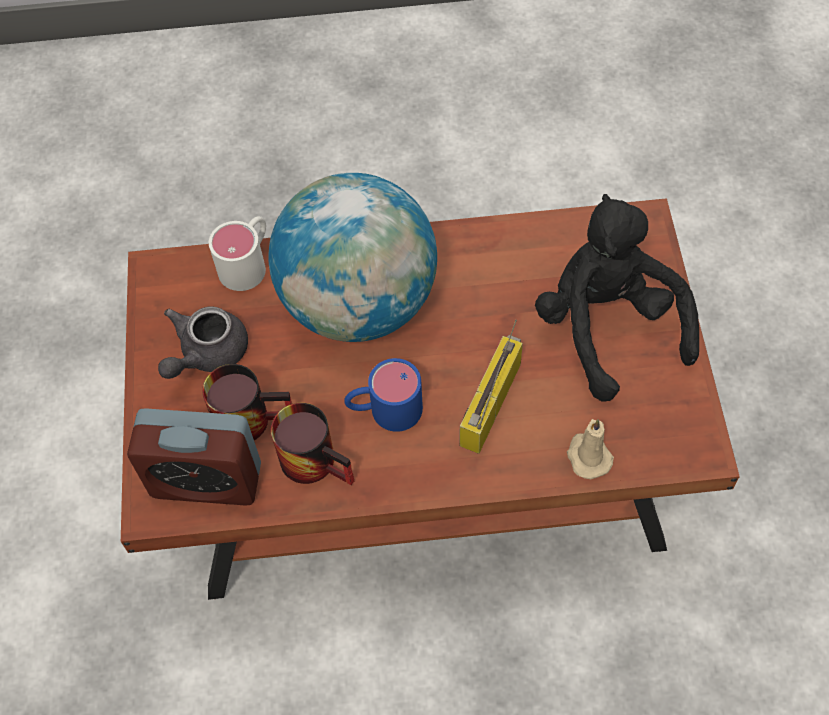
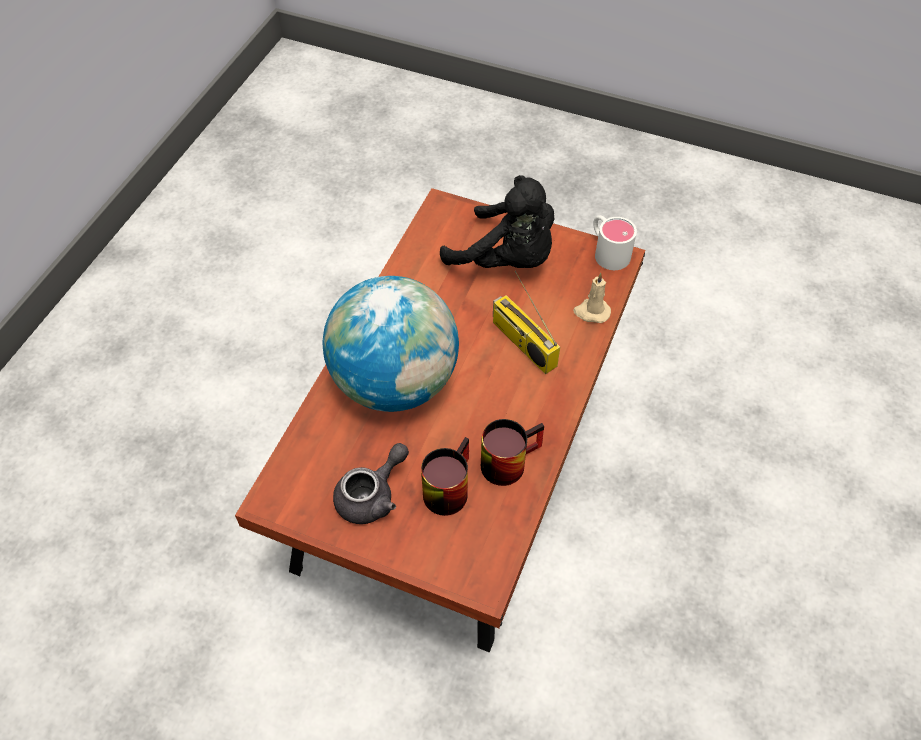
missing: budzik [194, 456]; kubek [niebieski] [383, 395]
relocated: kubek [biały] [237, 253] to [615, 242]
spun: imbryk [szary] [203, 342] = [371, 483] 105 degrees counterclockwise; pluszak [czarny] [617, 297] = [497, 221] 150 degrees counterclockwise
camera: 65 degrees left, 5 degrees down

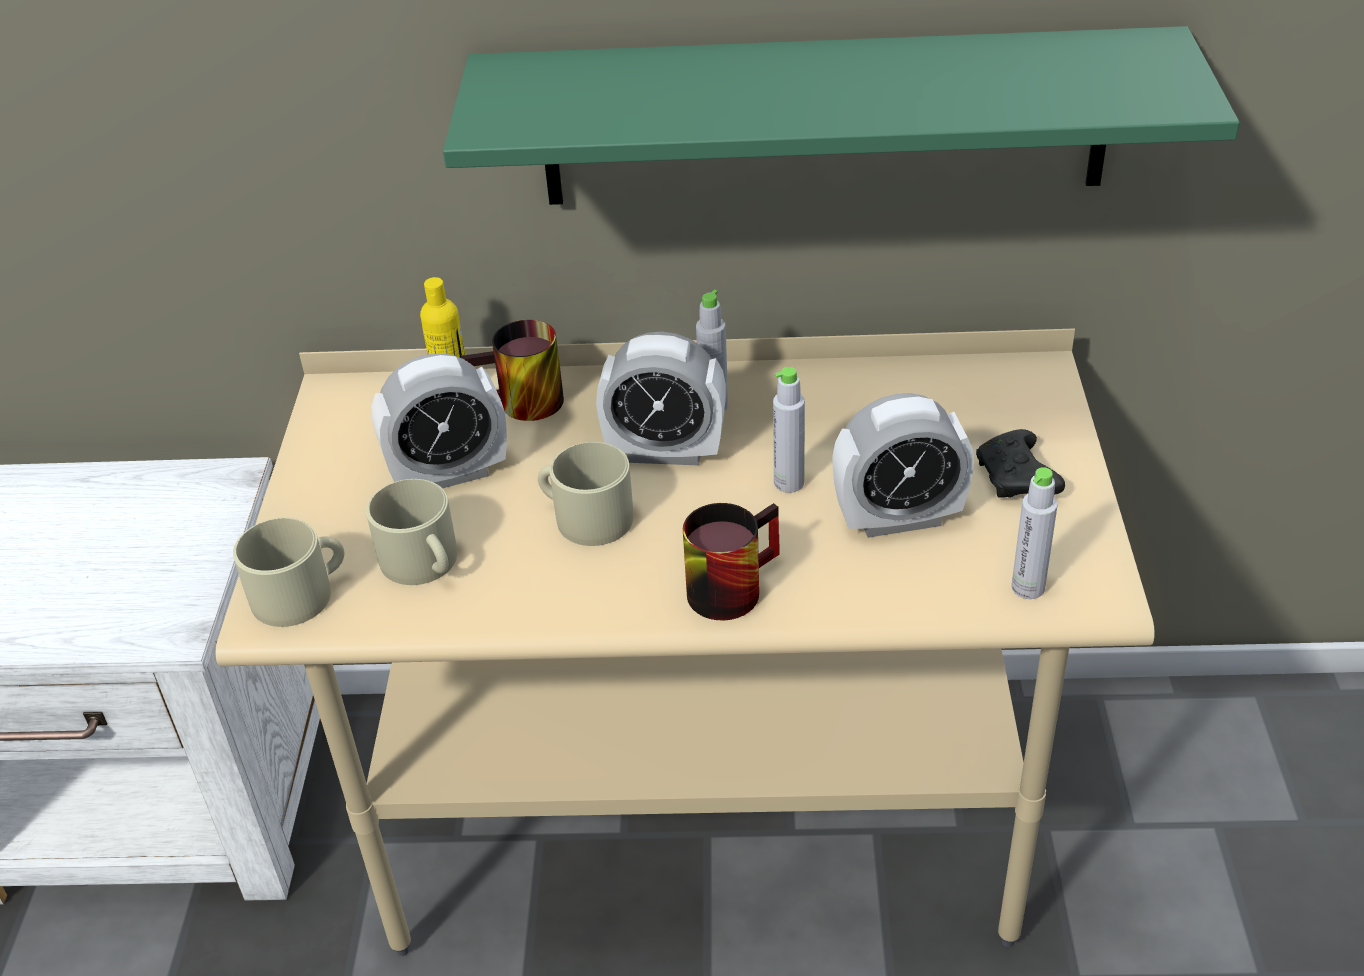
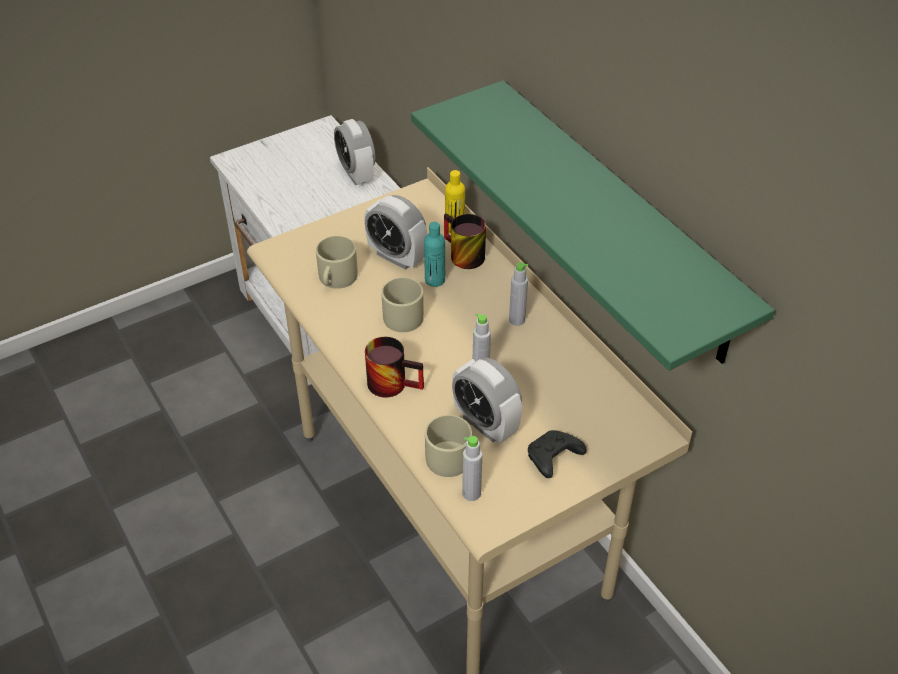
appeared: butelka [turkusowy] [434, 254]
relocated: kubek [beżowy] [288, 572] to [448, 446]; budzik [661, 398] to [354, 152]
camera: 55 degrees right, 5 degrees up

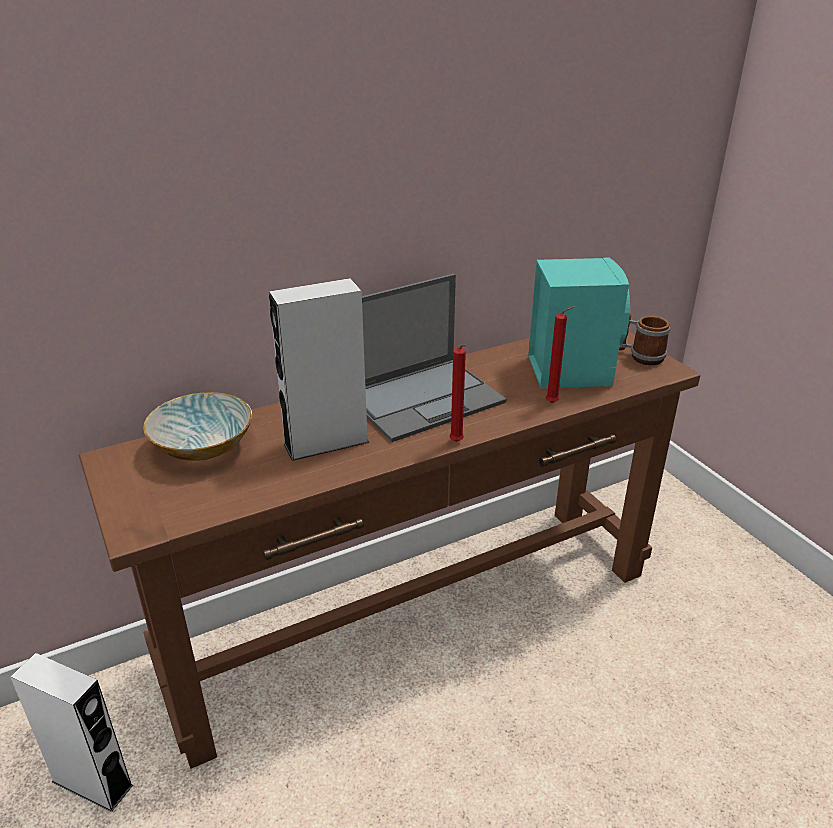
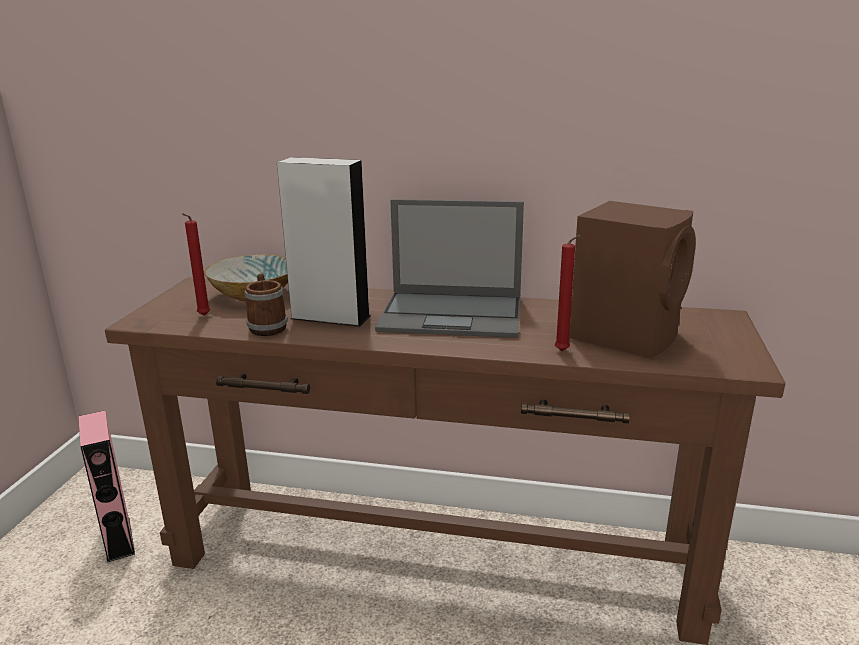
relocated: świeca [czerwony] [458, 393] to [196, 264]; kubek [644, 339] to [266, 304]
colour: głośnik [biały] [71, 732] to głośnik [różowy] [106, 487]; głośnik [turkusowy] [579, 323] to głośnik [brązowy] [632, 280]
camera: 40 degrees right, 10 degrees down

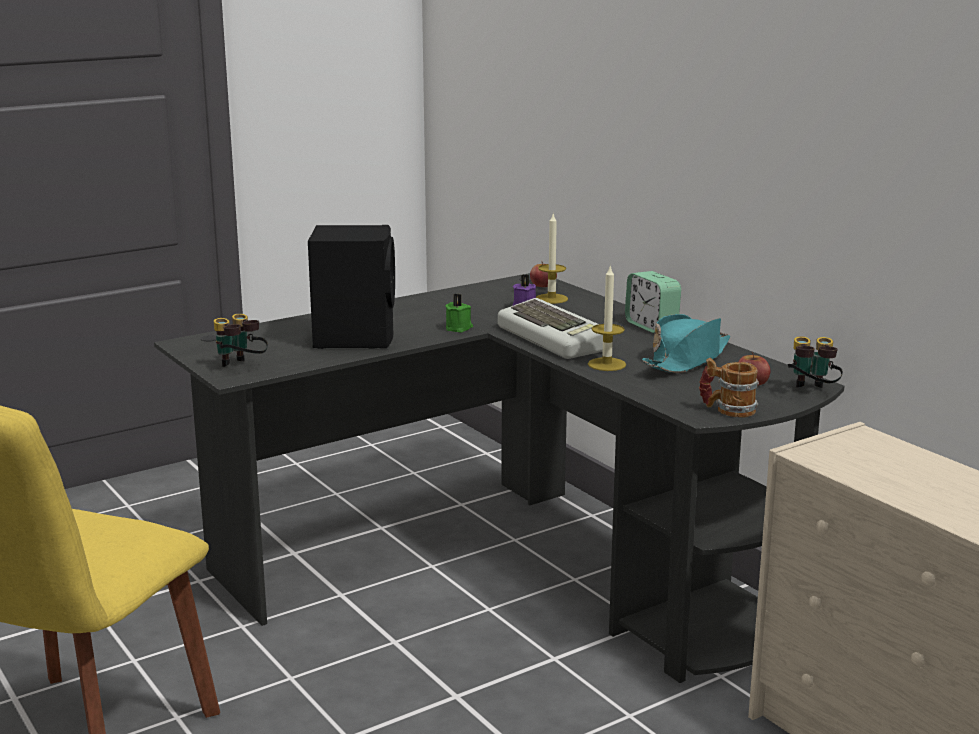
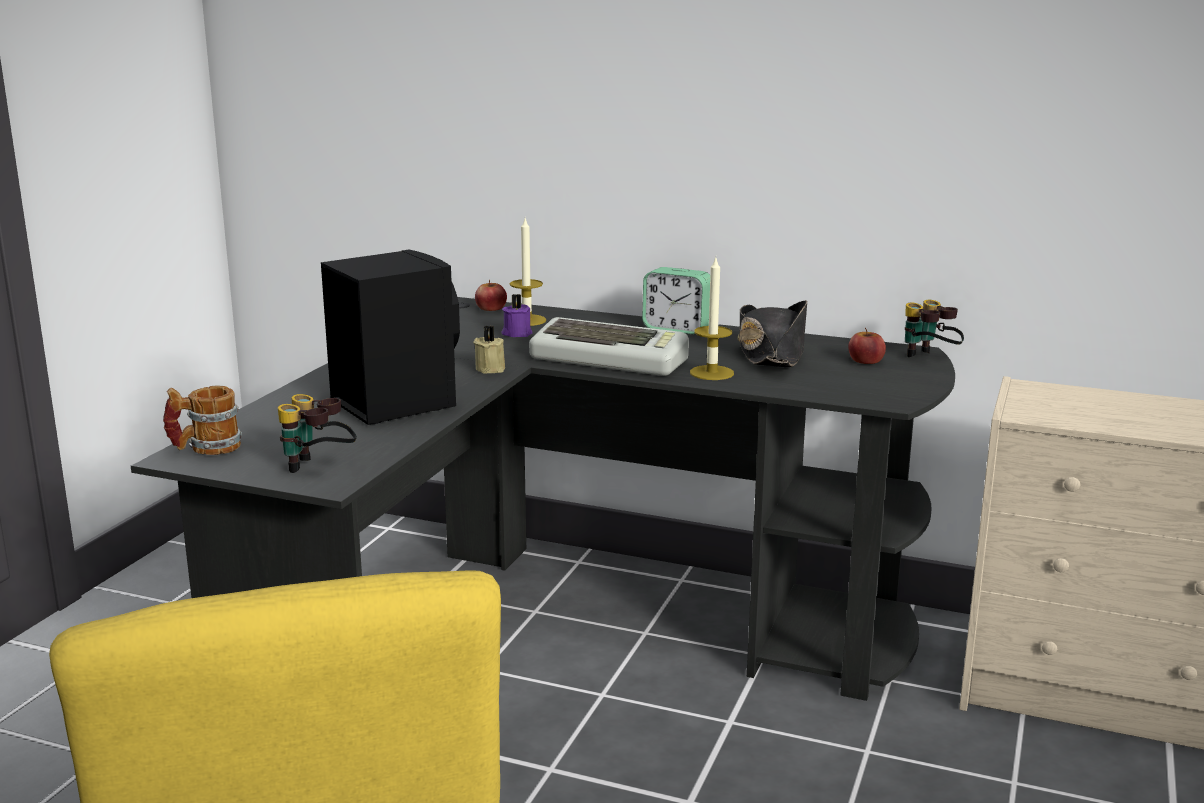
relocated: kubek [729, 388] to [202, 420]
colour: świeca [zielony] [459, 313] to świeca [beżowy] [489, 350]; kapelusz [turkusowy] [686, 343] to kapelusz [czarny] [772, 333]
camera: 35 degrees left, 0 degrees up

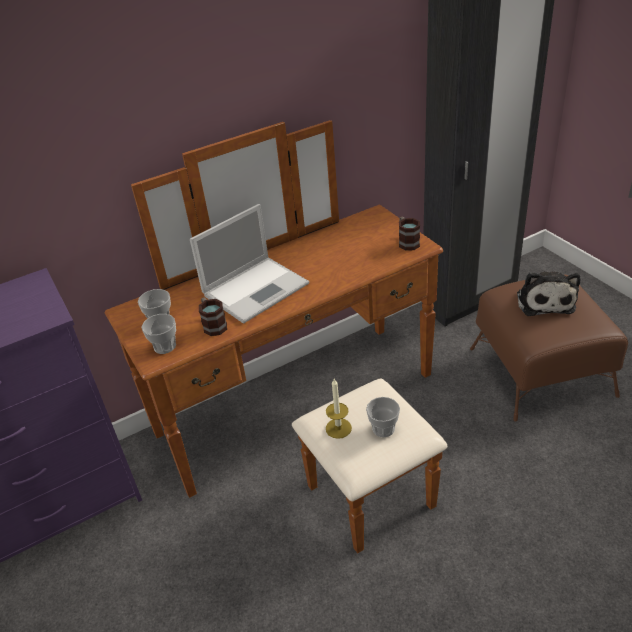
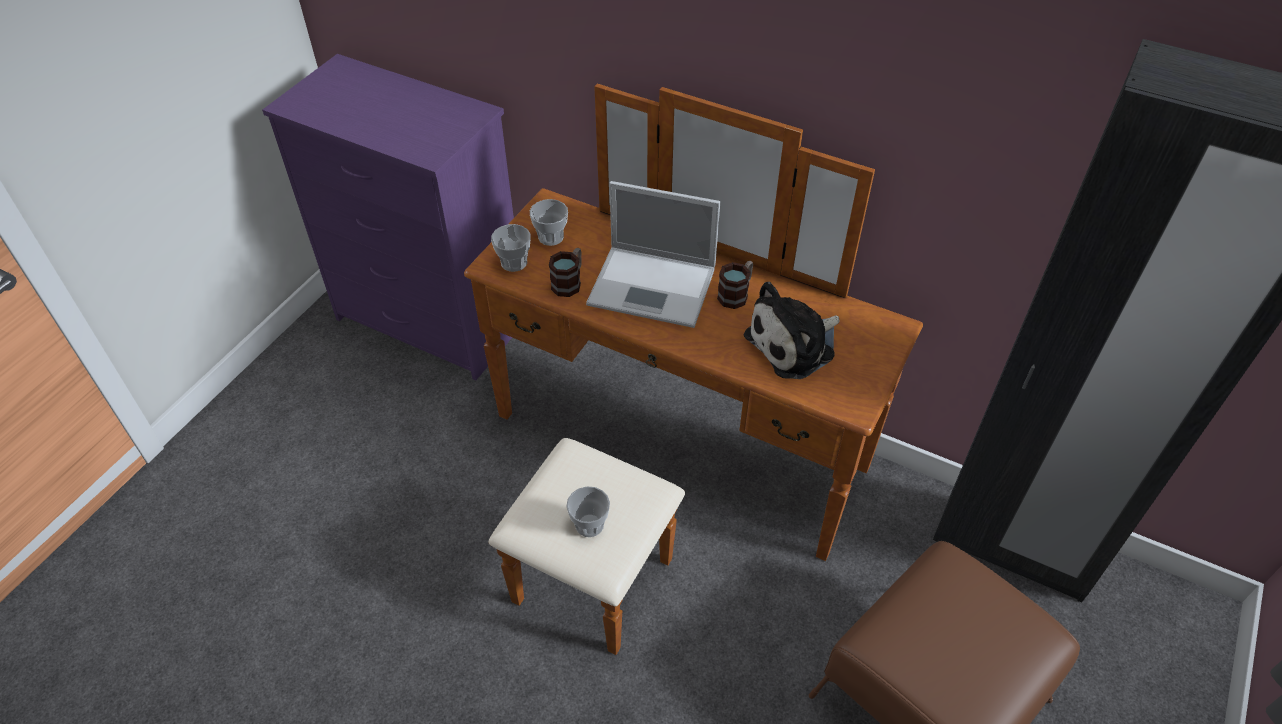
missing: świeca [339, 409]
relocated: kubek [409, 234] to [735, 285]; pluszak [548, 293] to [792, 330]
camera: 55 degrees right, 10 degrees up

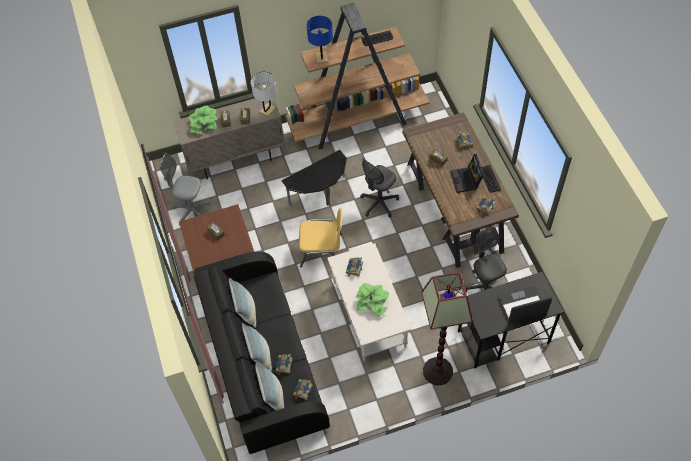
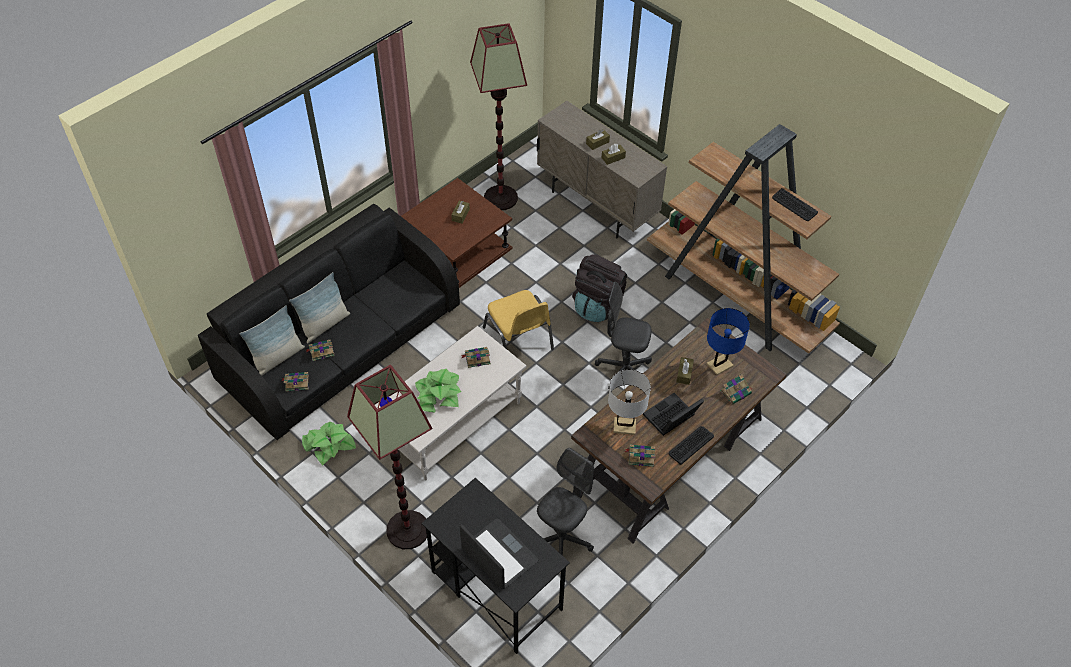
missing: poduszka [242, 302]
relocated: roślina doniczkowa [203, 120] to [329, 443]; lampa stołowa [biały] [264, 94] to [629, 402]; lampa stołowa [niebieski] [320, 39] to [728, 341]
exchanged: krzesło biurowe [szary] [185, 189] to lampa stojąca [498, 116]; stolik [314, 178] to plecak [czarny] [599, 288]
camera: 60 degrees right, 5 degrees down

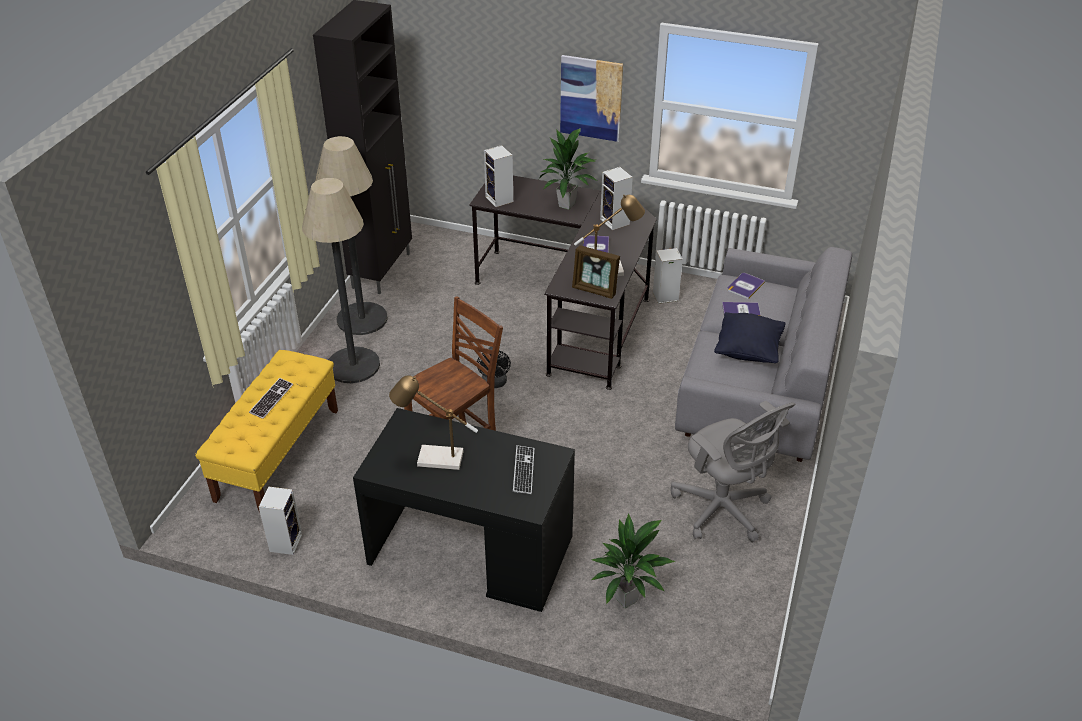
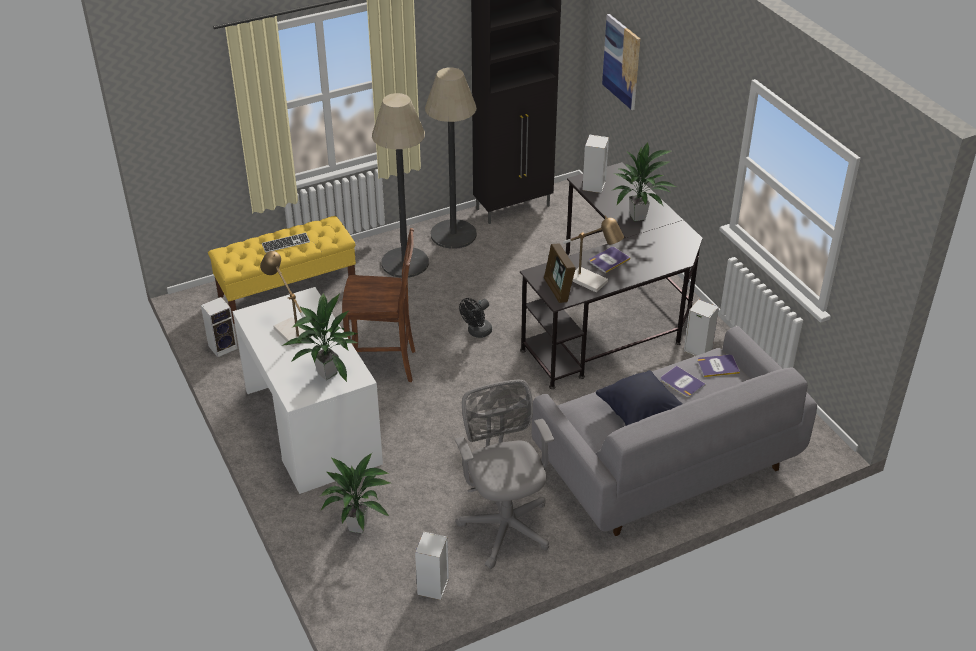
relocated: obraz [591, 98] to [621, 62]; głośnik [616, 198] to [432, 566]
exchanged: klawiatura [523, 469] to roślina doniczkowa [319, 337]
colour: biurko [czarny] [464, 510] to biurko [biały] [308, 390]
spun: krzesło biurowe [szary] [733, 471] = [504, 474] 150 degrees clockwise
camera: 45 degrees right, 0 degrees up

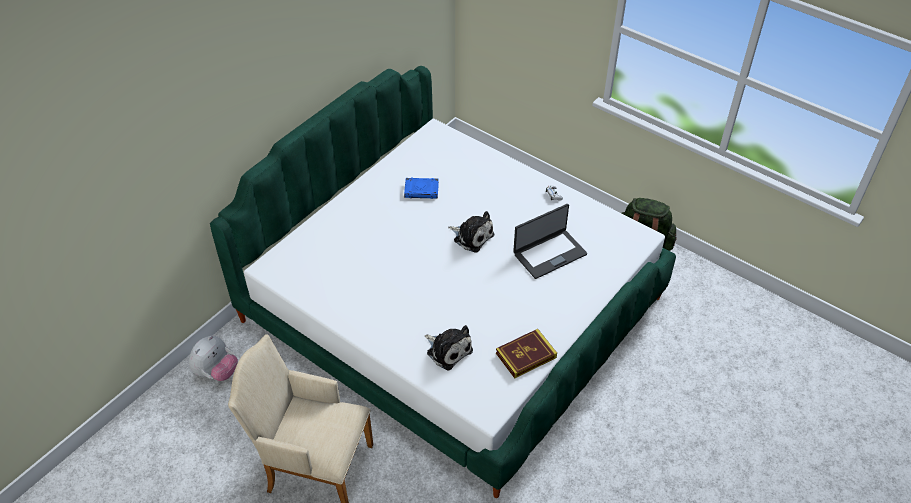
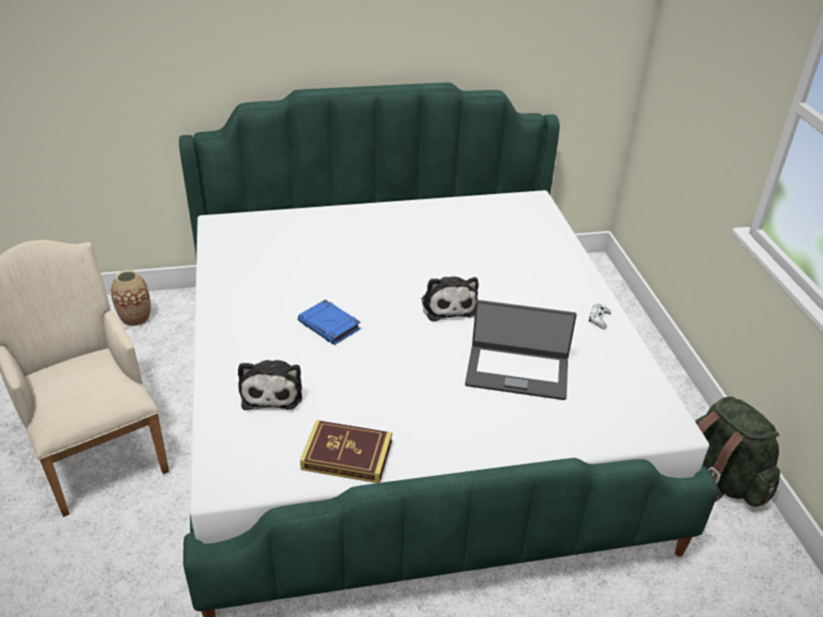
relocated: książka [niebieski] [421, 188] to [329, 322]
exchanged: pluszak [213, 358] to wazon [131, 298]
camera: 40 degrees right, 10 degrees down

